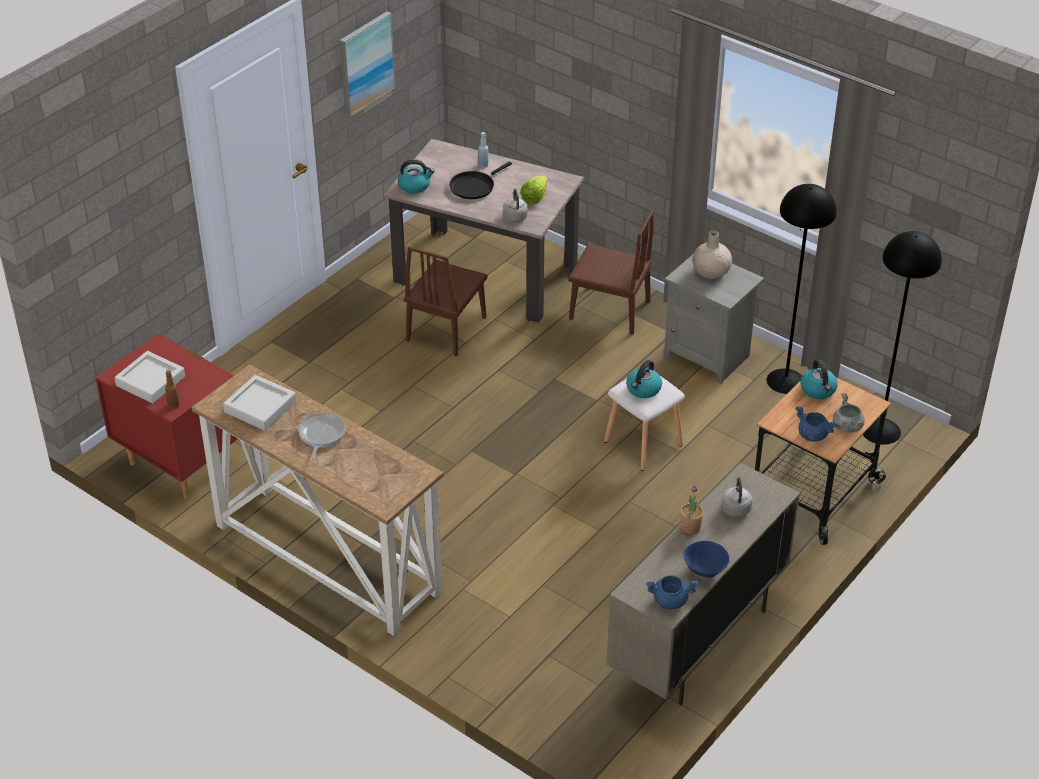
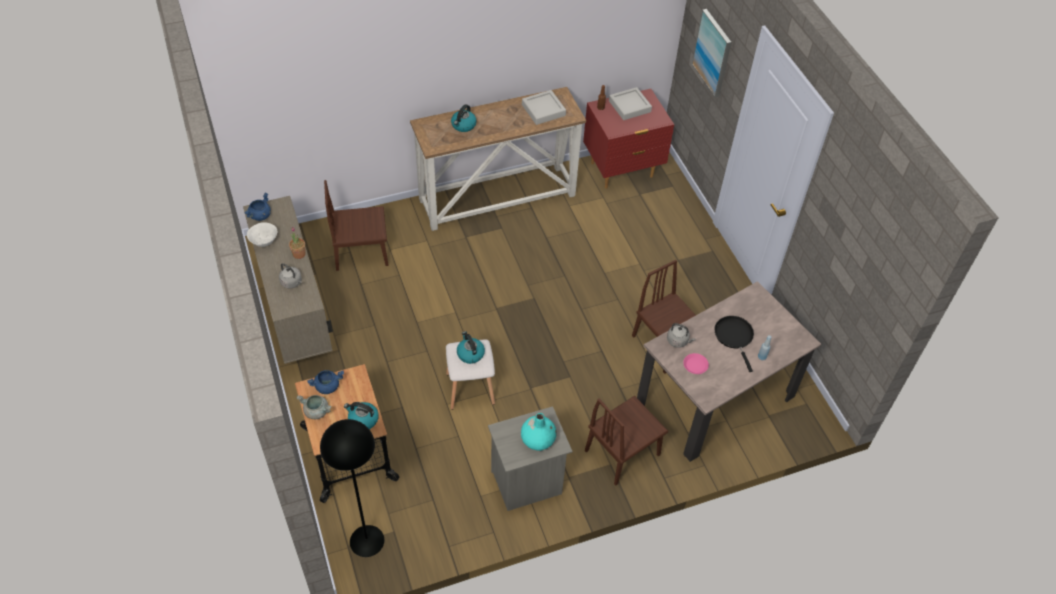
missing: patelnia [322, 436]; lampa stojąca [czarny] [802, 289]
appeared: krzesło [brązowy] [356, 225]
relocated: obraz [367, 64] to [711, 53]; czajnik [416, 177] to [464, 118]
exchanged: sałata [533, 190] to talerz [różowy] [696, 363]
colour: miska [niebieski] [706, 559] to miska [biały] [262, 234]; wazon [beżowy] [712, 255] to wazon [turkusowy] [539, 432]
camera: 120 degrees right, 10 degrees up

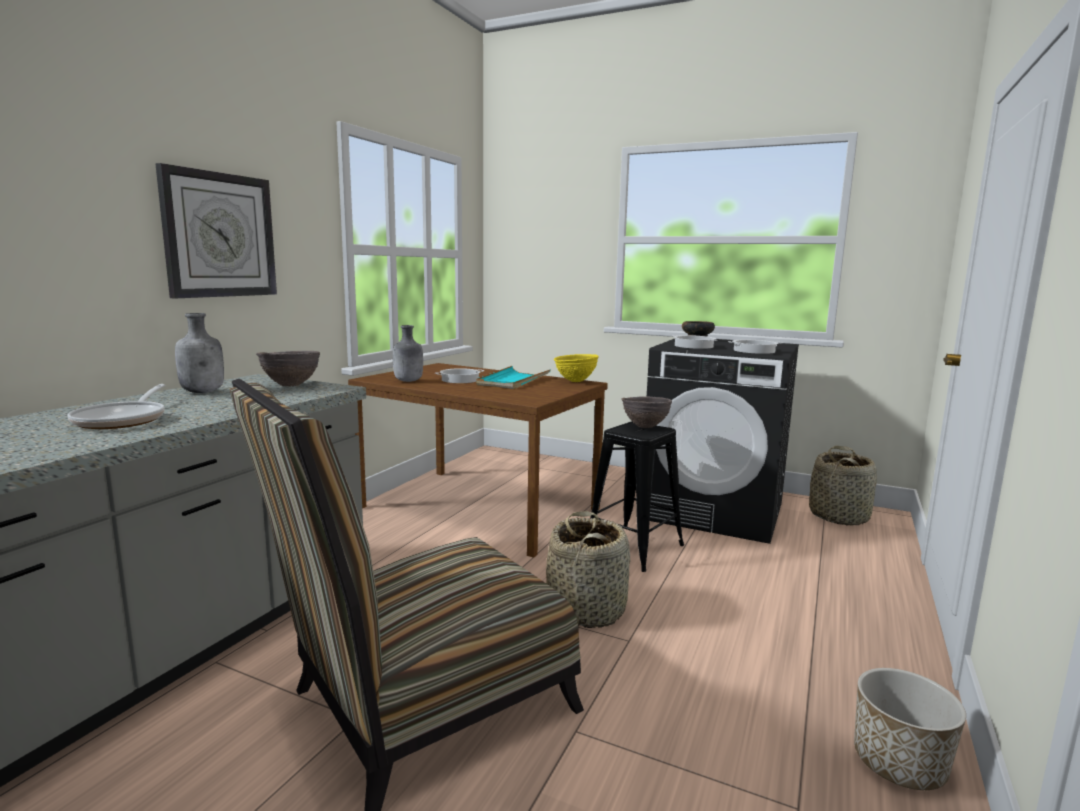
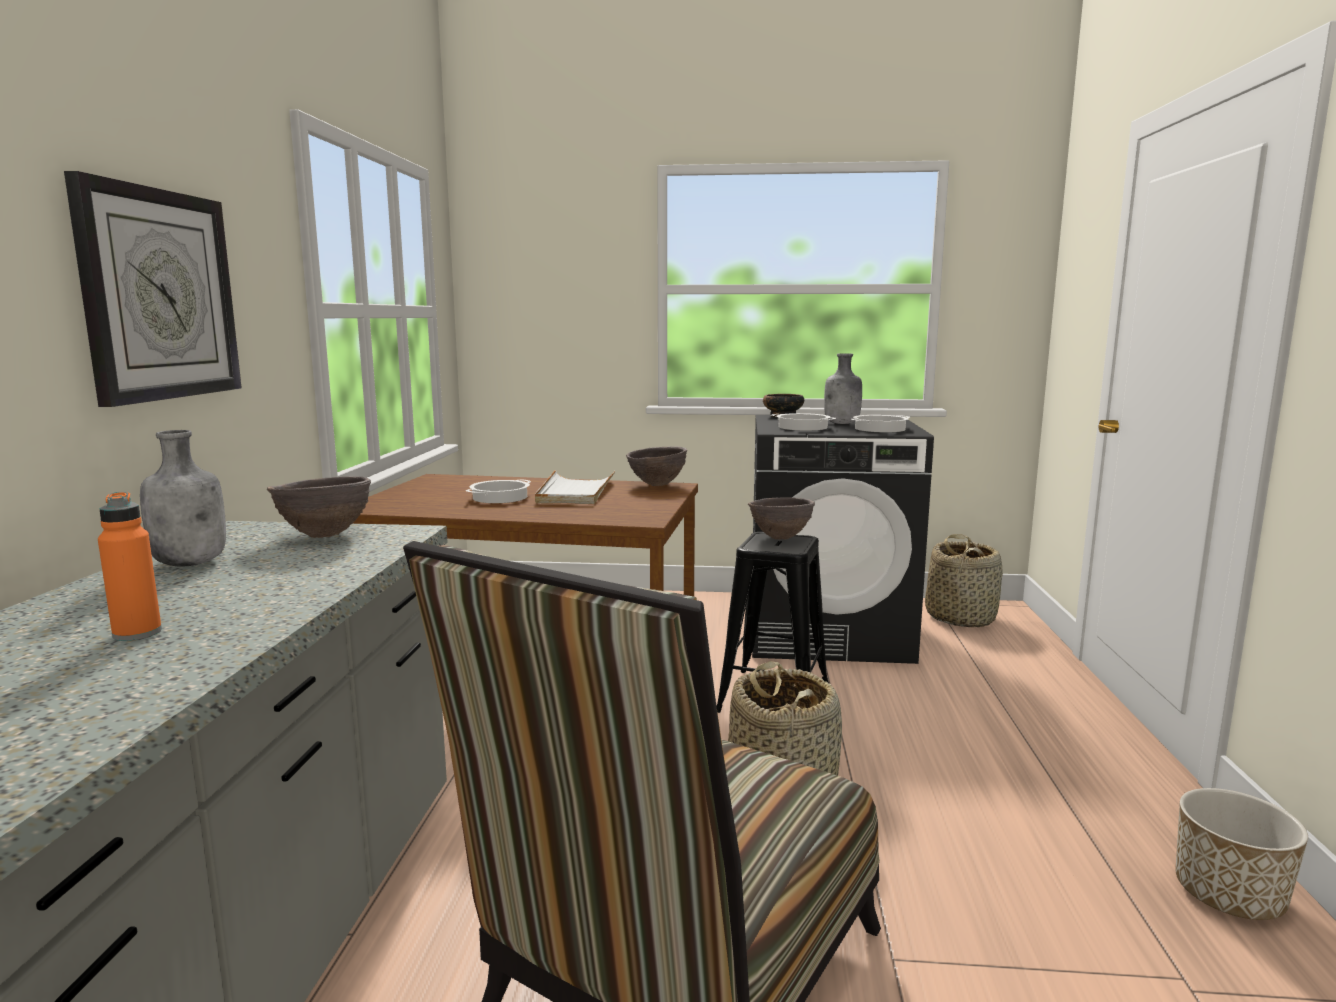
relocated: butelka [szary] [408, 353] to [843, 388]
exchanged: patelnia [116, 406] to butelka [pomarańczowy] [130, 566]
colour: taca [turkusowy] [513, 377] to taca [biały] [575, 487]; miska [żółty] [576, 368] to miska [brązowy] [656, 466]
camera: 20 degrees left, 0 degrees up

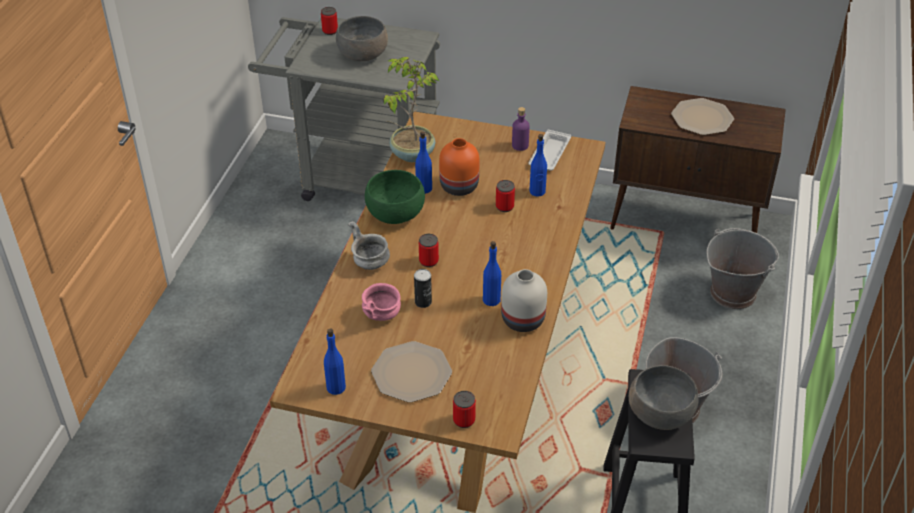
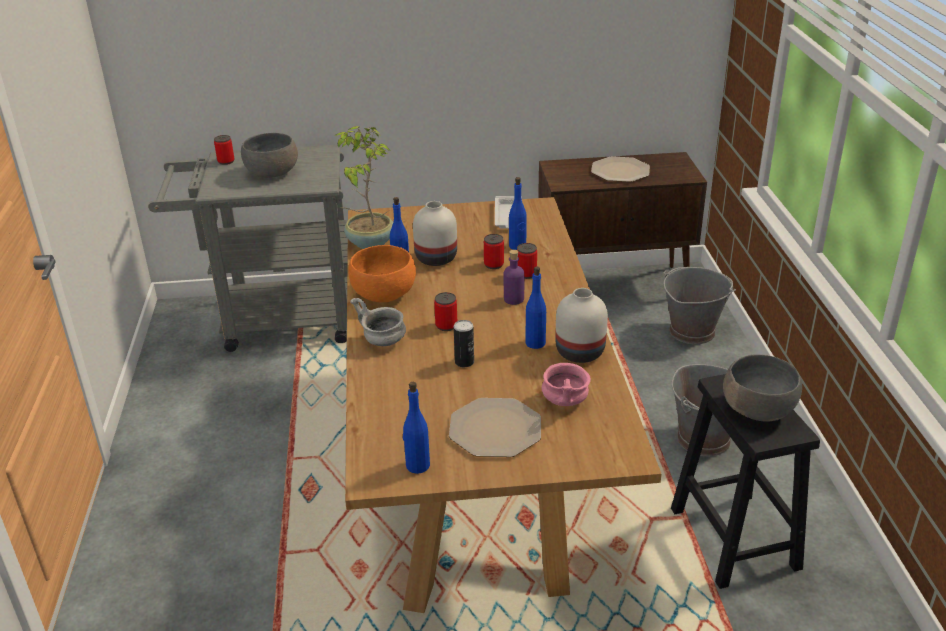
relocated: miska [różowy] [381, 302] to [566, 384]; puszka [464, 409] to [527, 261]; butelka [fioletowy] [521, 129] to [514, 277]
colour: miska [zielony] [395, 197] to miska [pomarańczowy] [382, 274]; wazon [pomarańczowy] [459, 167] to wazon [biały] [435, 233]
camera: 20 degrees left, 10 degrees down

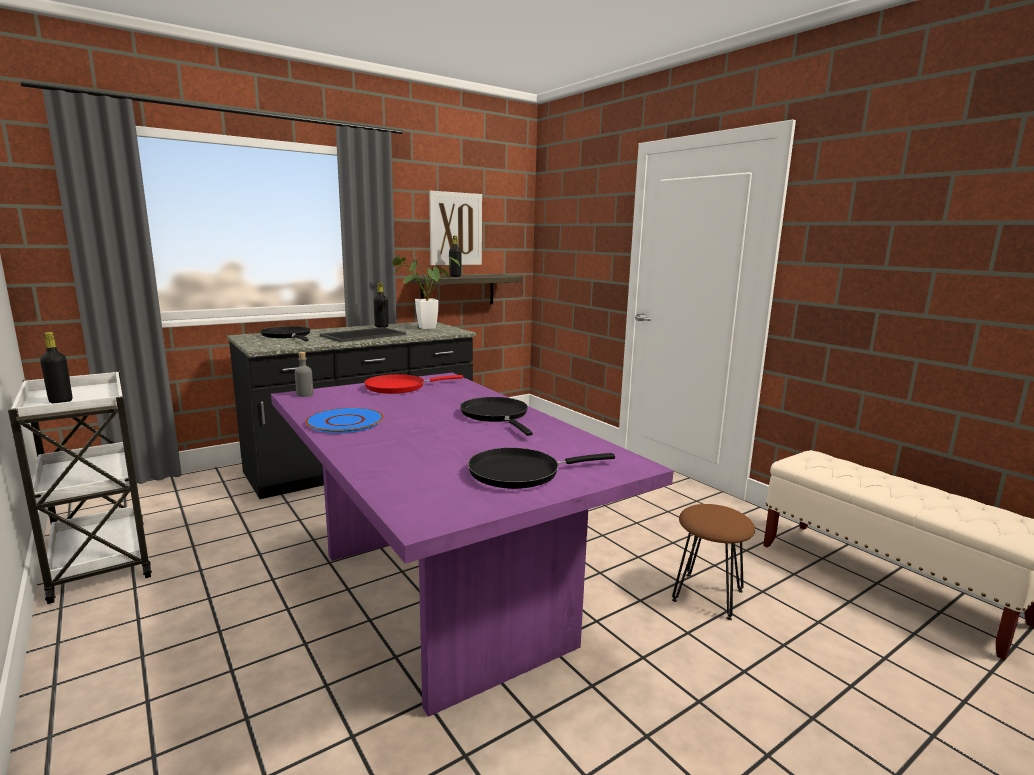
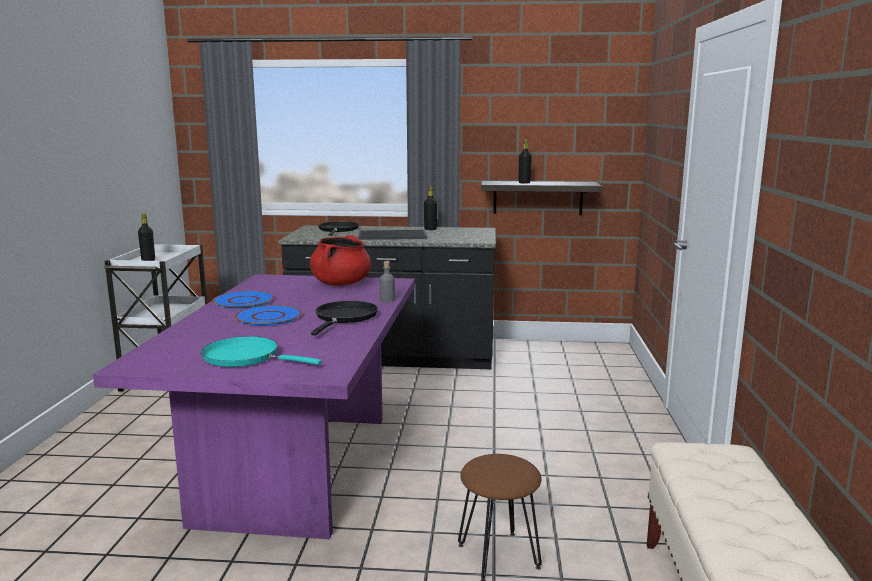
missing: roślina doniczkowa [426, 292]; obraz [455, 228]
appeared: talerz [niebieski] [268, 315]
relocated: butelka [szary] [304, 374] to [387, 281]
exchanged: patelnia [czerwony] [413, 384] to garnek [czerwony] [340, 260]
colour: patelnia [czarny] [541, 468] to patelnia [turkusowy] [261, 351]
camera: 40 degrees right, 0 degrees up

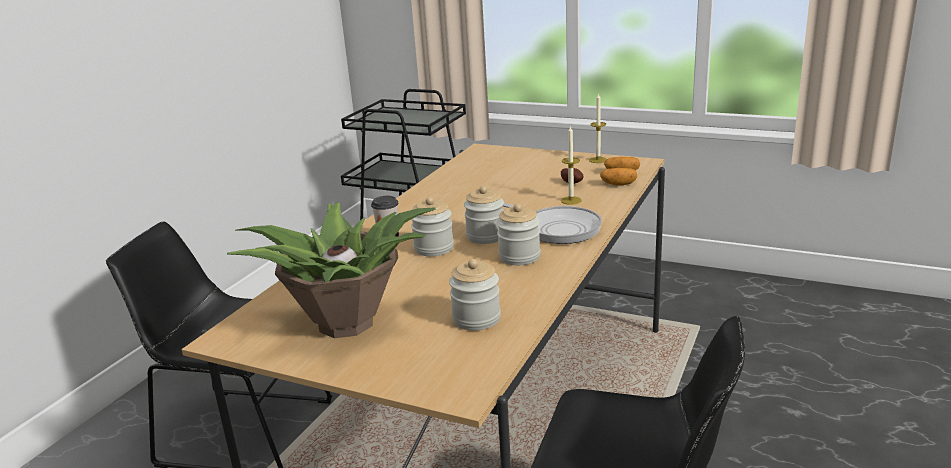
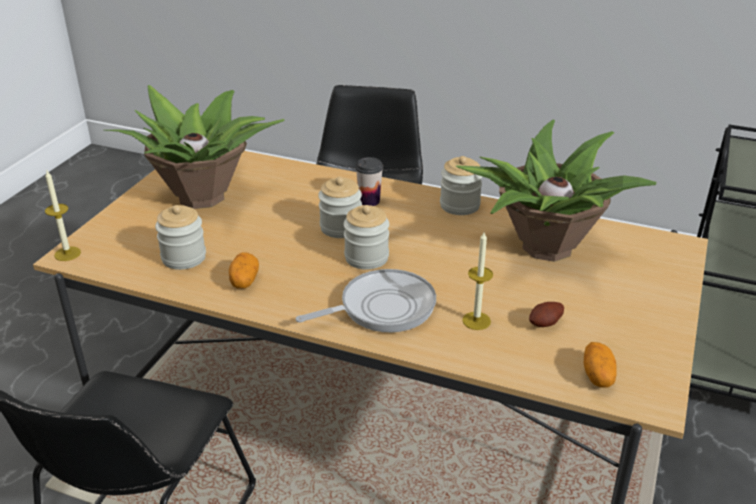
appeared: roślina doniczkowa [556, 191]
relocated: słoik [519, 234] to [461, 185]; świeca [598, 128] to [63, 216]; ziemniak [619, 177] to [244, 270]
spun: patelnia [552, 223] = [366, 300] 150 degrees counterclockwise
camera: 85 degrees right, 10 degrees up

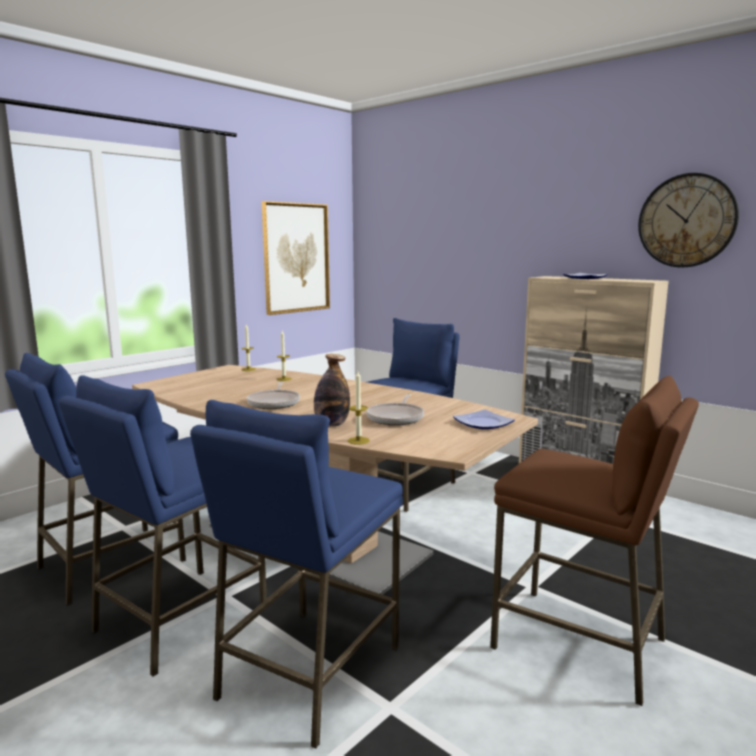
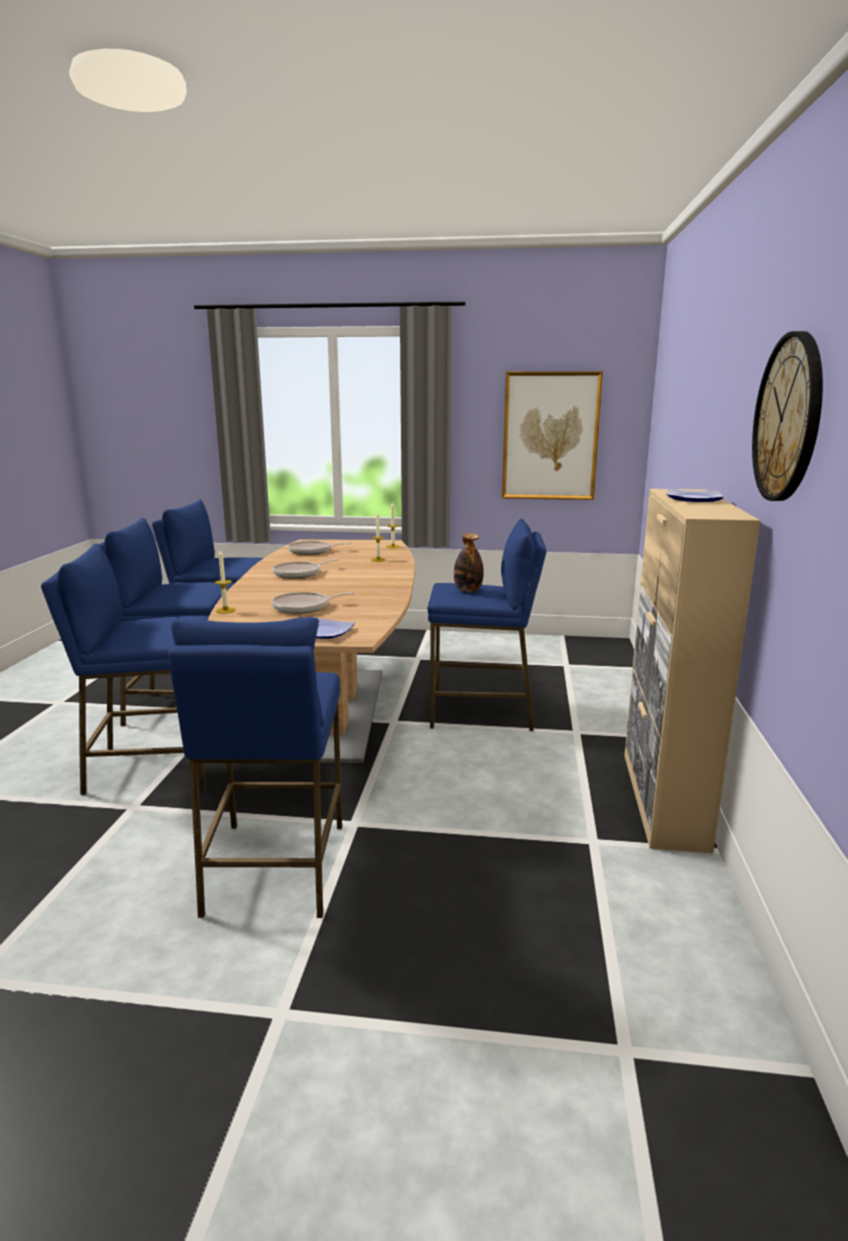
appeared: patelnia [319, 548]
relocated: butelka [332, 390] to [469, 563]
colour: stołek [brązowy] [594, 541] to stołek [niebieski] [255, 767]
camera: 55 degrees right, 5 degrees up

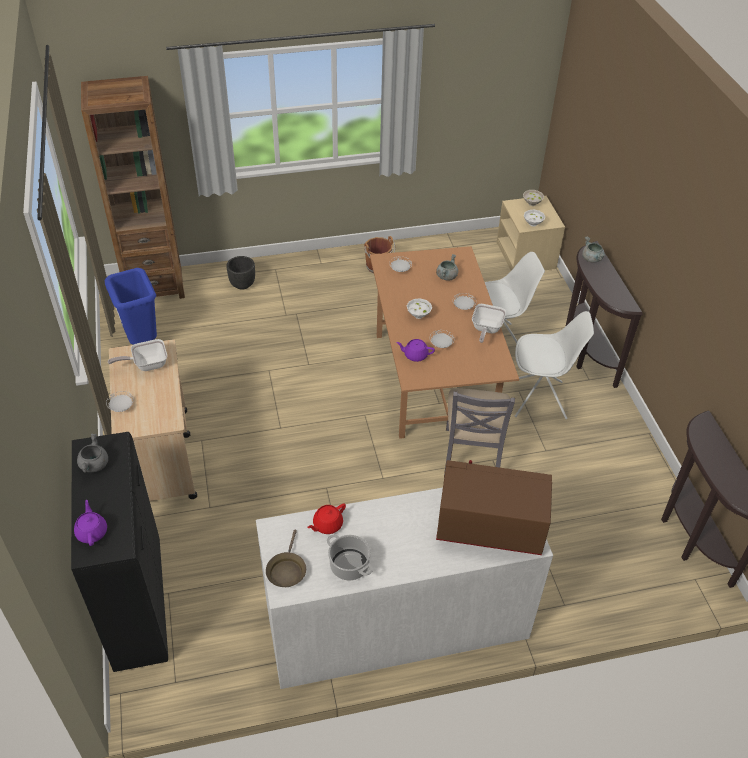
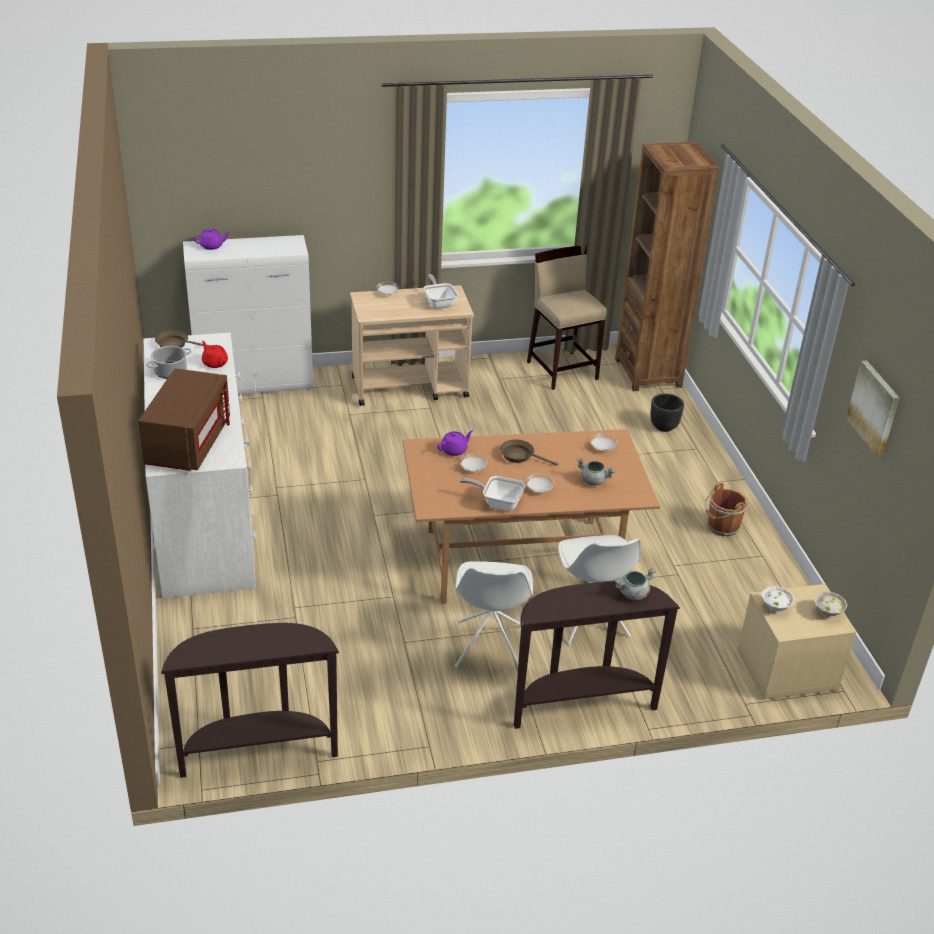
missing: garnek [szary] [92, 453]; krzesło [szary] [479, 432]
appeared: obraz [872, 408]
exchanged: kosz na śmieci [niebieski] [131, 306] to stołek [beżowy] [567, 318]; miska [biały] [419, 308] to patelnia [brązowy] [529, 452]
colour: szafka [czarny] [119, 552] to szafka [biały] [248, 315]
spun: imbryk [fioletowy] [415, 350] = [455, 443] 45 degrees clockwise
camera: 90 degrees right, 10 degrees down

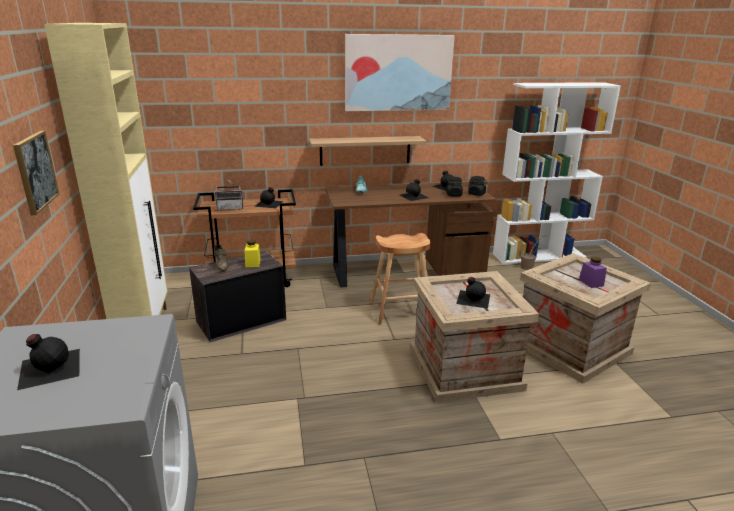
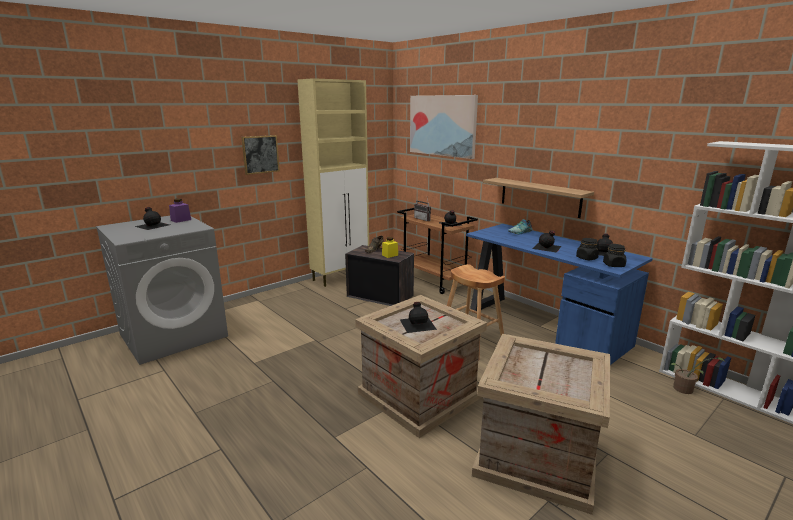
relocated: obraz [400, 72] to [444, 127]; słoik [fioletowy] [593, 272] to [180, 210]
colour: biurko [brązowy] [410, 234] to biurko [niebieski] [559, 294]
camera: 60 degrees right, 5 degrees down

